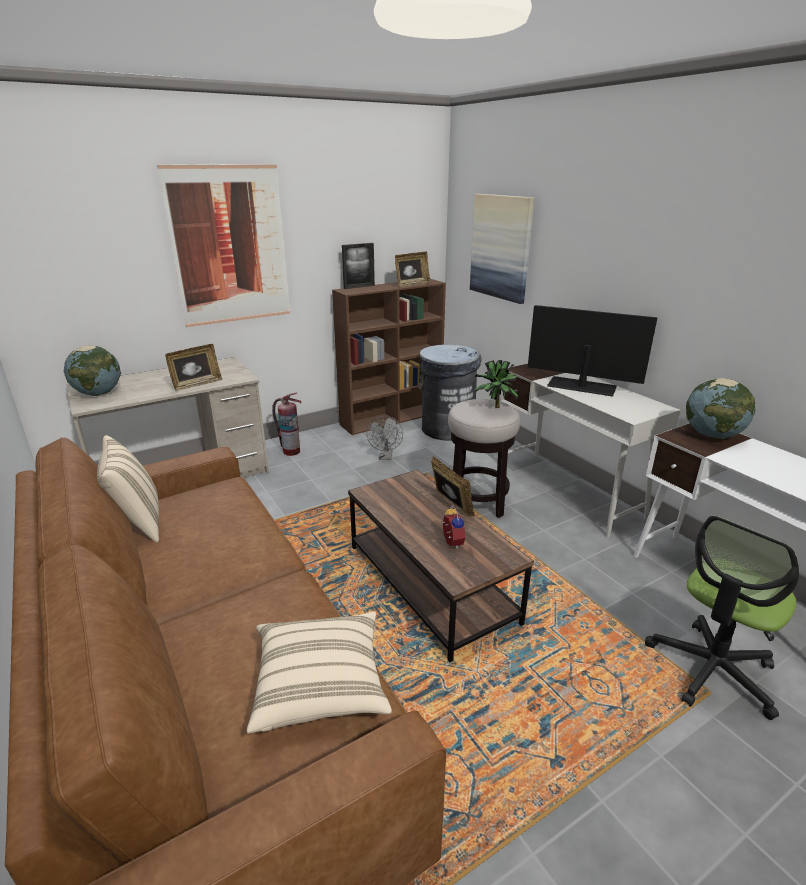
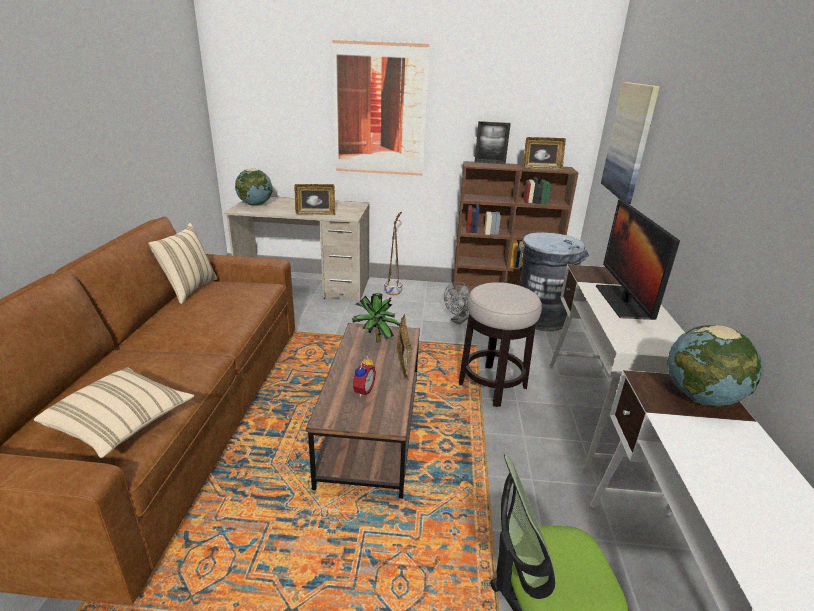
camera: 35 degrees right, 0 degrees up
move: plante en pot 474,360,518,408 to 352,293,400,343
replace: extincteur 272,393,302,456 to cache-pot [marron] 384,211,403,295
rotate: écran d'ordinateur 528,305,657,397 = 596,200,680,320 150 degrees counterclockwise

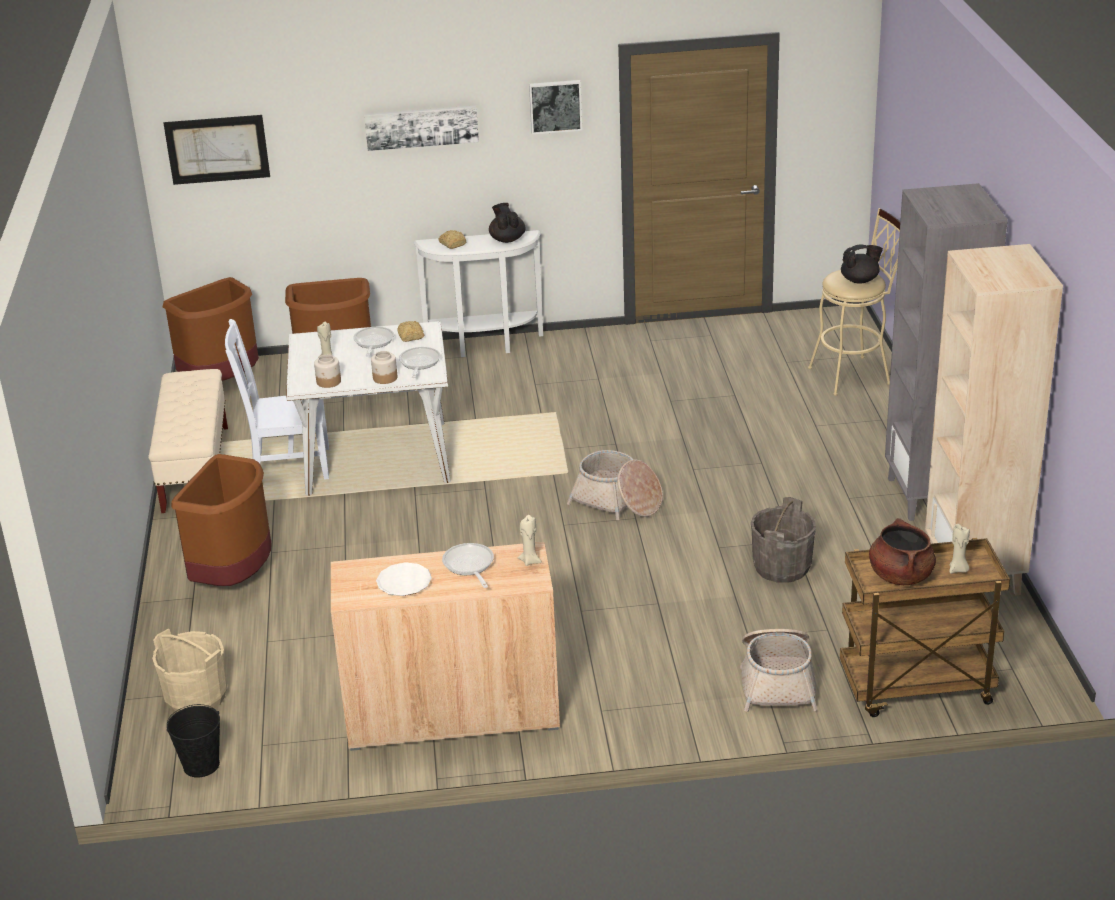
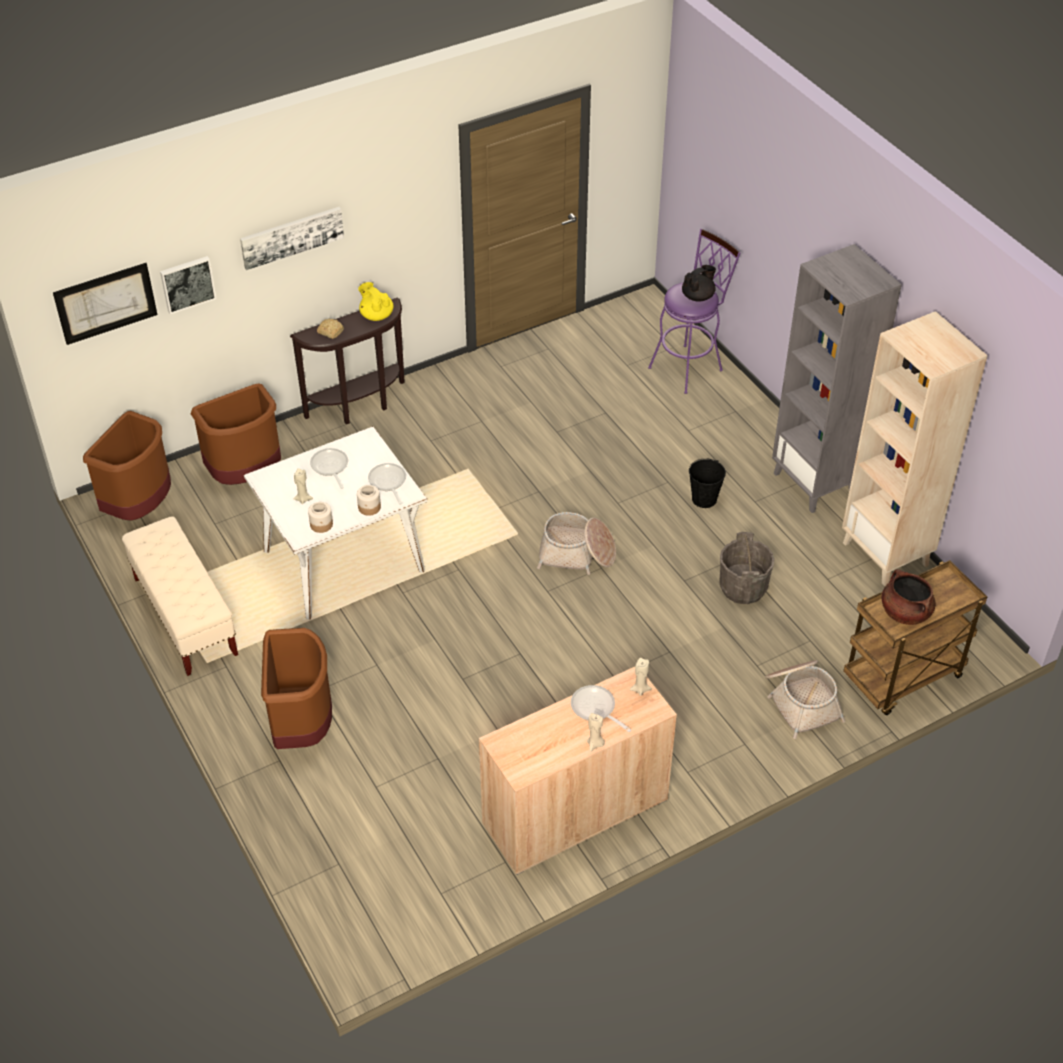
camera: 25 degrees left, 15 degrees up
delete: chaise [blanc] 225,319,329,480; pain 398,321,424,342; assiette [blanc] 376,562,432,596; seau [beige] 152,629,227,713
move: tableau 529,80,582,134 to 160,256,217,314; bougie [beige] 949,524,970,574 to 587,713,605,752; seau [noir] 167,704,220,778 to 689,458,726,508
recolor: théière [noir] 489,203,526,243 to théière [jaune] 358,282,394,321; tabouret [beige] 808,208,900,396 to tabouret [violet] 648,229,741,394; table console [blanc] 413,230,543,357 to table console [marron] 290,298,405,424

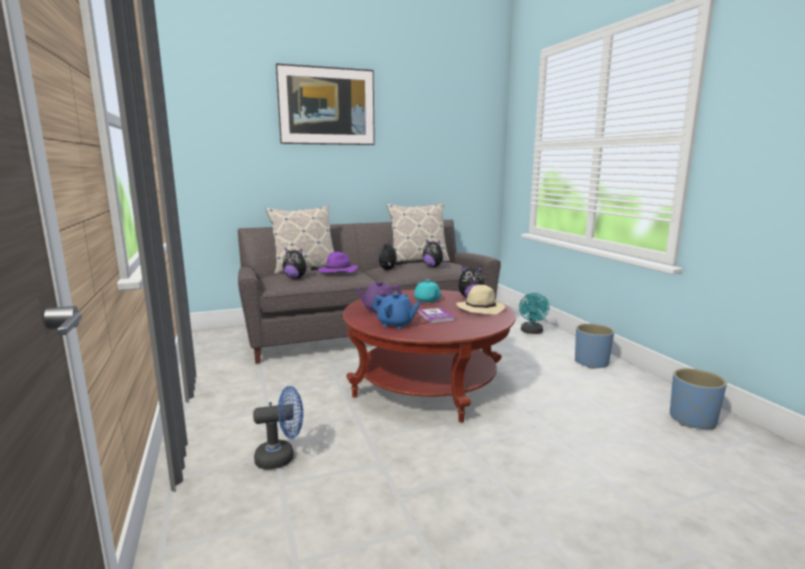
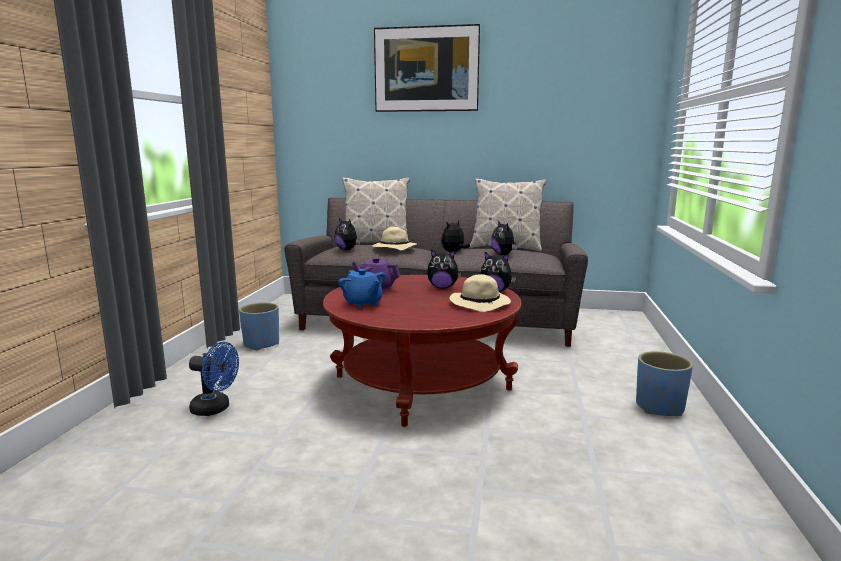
camera: 30 degrees right, 0 degrees up
delete: ventilateur [turquoise] 519,293,549,334; livre 419,308,455,323
move: cache-pot [bleu] 670,368,727,429 to 239,302,279,351
replace: théière [turquoise] 414,279,441,302 to peluche 427,249,461,288
recolor: chapeau [violet] 318,252,358,273 to chapeau [beige] 373,227,416,250

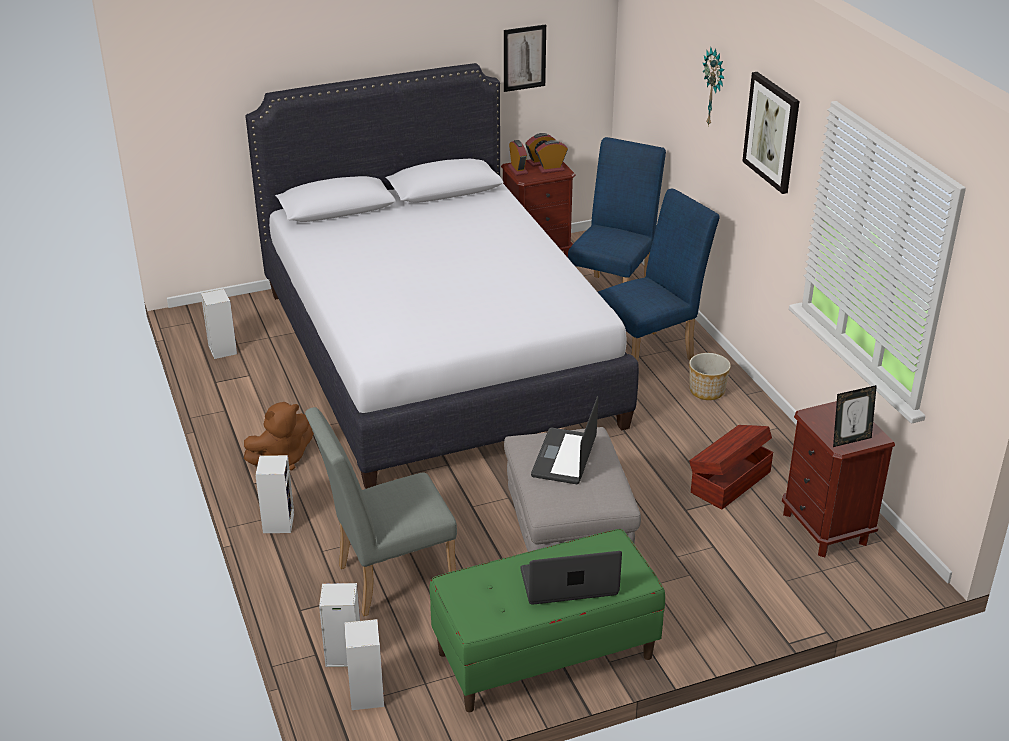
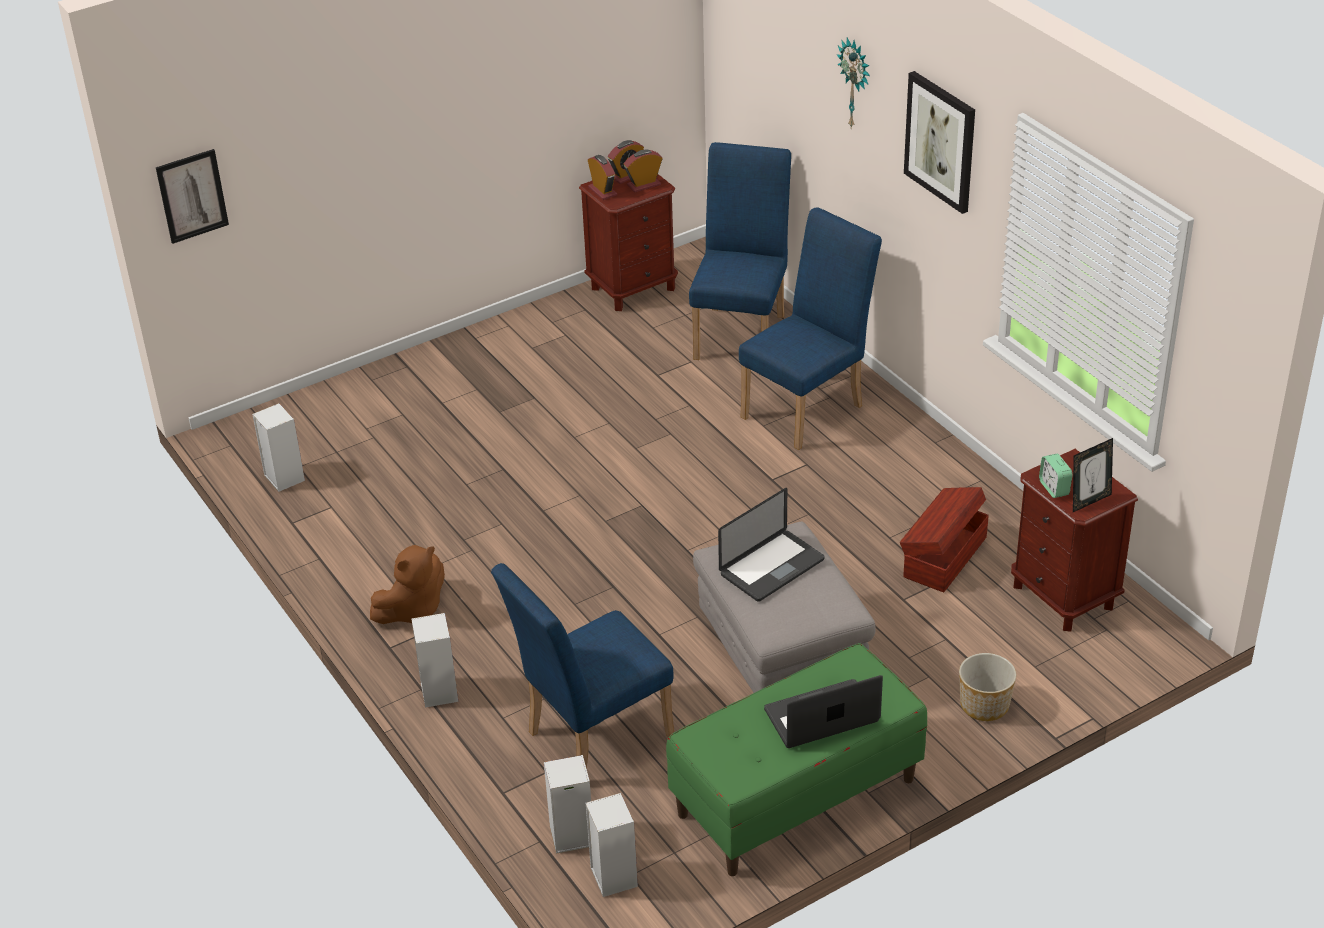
camera: 10 degrees left, 5 degrees up
delete: lit [blanc] 245,63,639,489
insert: réveil 1039,454,1073,498
move: tableau 504,24,546,92 to 156,149,229,244; cache-pot 689,353,731,400 to 959,653,1016,721
recolor: chaise [gris] 305,407,457,616 to chaise [bleu] 491,563,674,768
rotate: ordinateur portable 531,396,598,484 = 718,488,825,602 135 degrees counterclockwise

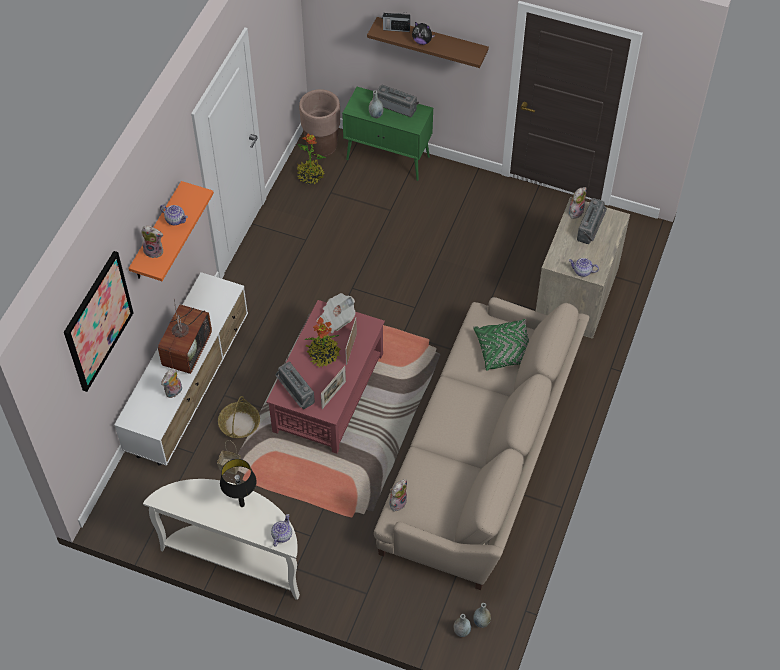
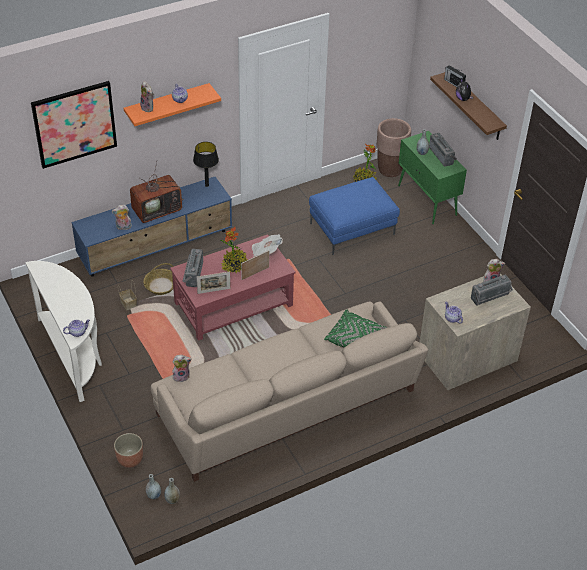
camera: 40 degrees right, 10 degrees down
insert: pouf [bleu] 309,177,400,255; cache-pot 114,433,143,468
move: lampe de table [noir] 220,459,257,507 to 193,142,219,187
recolor: meuble télé [blanc] 114,272,248,466 to meuble télé [bleu] 71,177,232,277

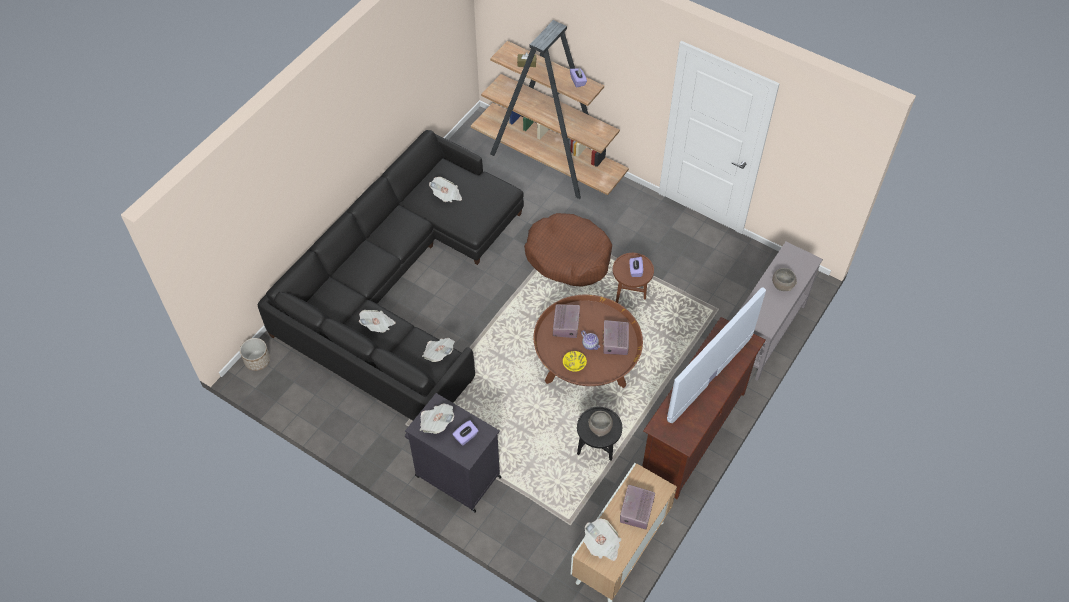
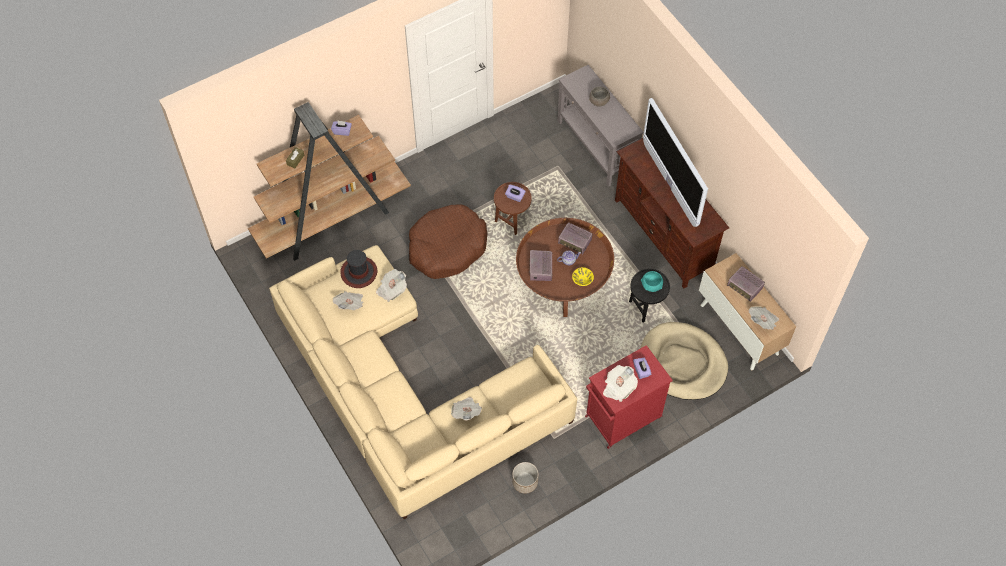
camera: 65 degrees left, 5 degrees up
insert: chapeau 340,250,377,288; panier pour chien [beige] 640,322,728,400
move: cache-pot 240,338,270,371 to 512,462,539,494; journal 422,338,455,362 to 376,269,407,302
recolor: canapé [noir] 257,130,524,420 to canapé [beige] 269,245,577,519; meuble de rangement [noir] 405,393,502,513 to meuble de rangement [rouge] 585,345,673,449; bol [gris] 588,411,613,437 to bol [turquoise] 641,271,663,292
rotate: radio 553,304,580,338 = 529,250,553,281 120 degrees counterclockwise

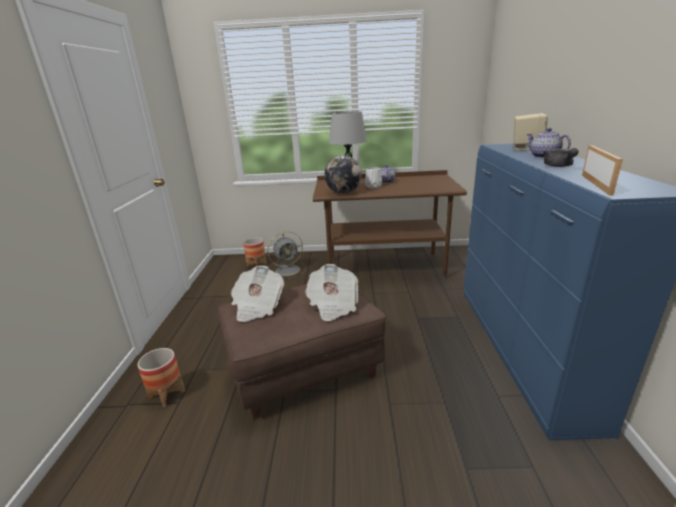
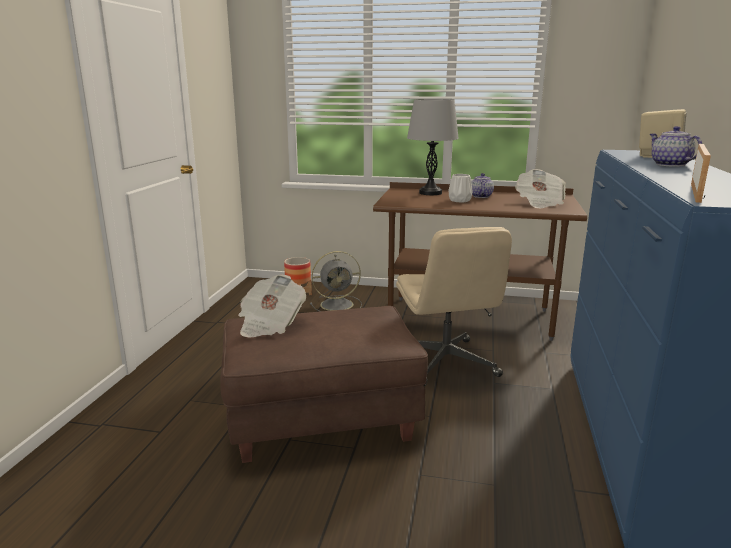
camera: 10 degrees right, 5 degrees down
delete: théière [gris] 543,148,579,167; globe 324,155,362,193; cache-pot 138,348,185,408
insert: chaise de bureau [beige] 396,227,512,386
move: journal 305,264,358,321 to 515,169,566,208

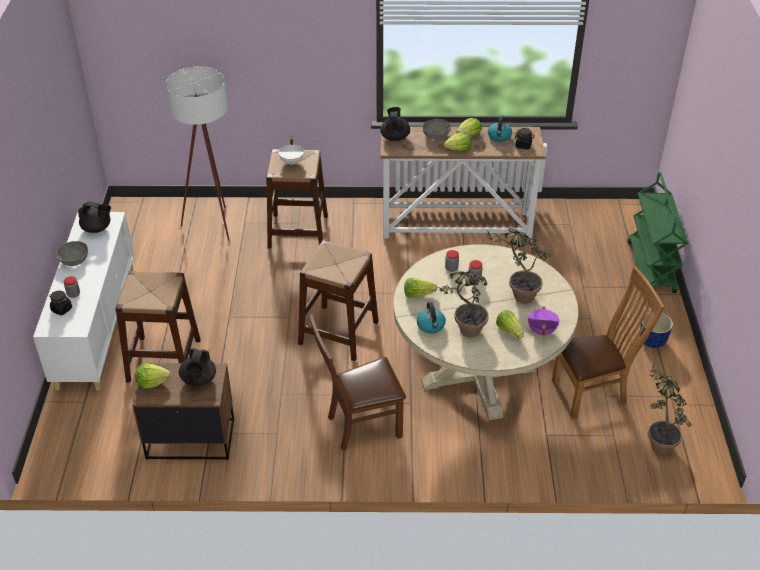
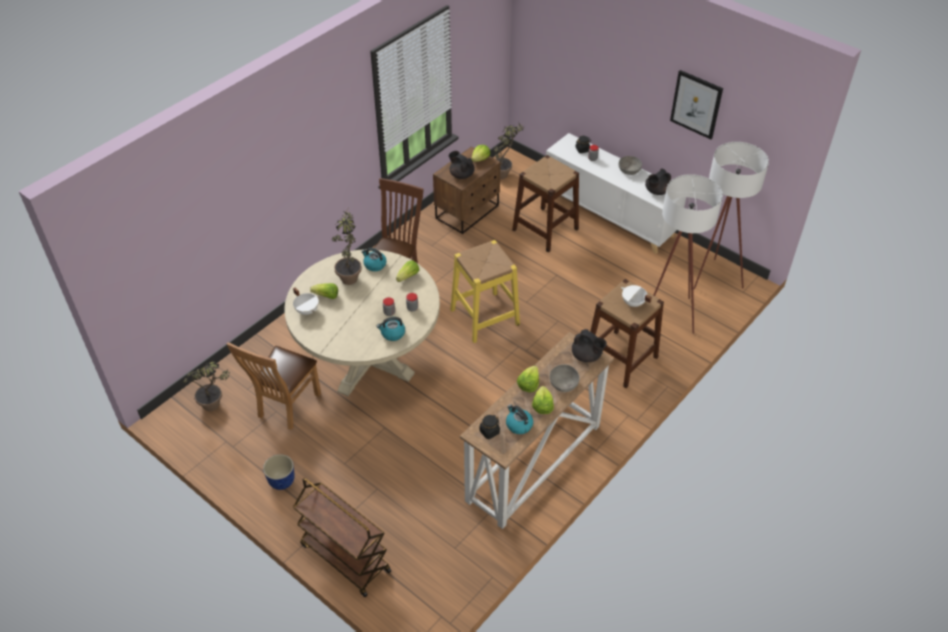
camera: 130 degrees right, 5 degrees up
insert: tableau 670,70,723,139; lampadaire [blanc] 694,142,769,290; bouilloire 377,317,405,341
move: plante en pot 486,228,551,304 to 493,122,525,179
recolor: chariot [vert] 627,172,688,293 to chariot [marron] 293,478,391,597; tabouret [marron] 298,240,379,361 to tabouret [jaune] 450,240,520,343; marmite [violet] 528,306,560,336 to marmite [blanc] 293,288,319,315

